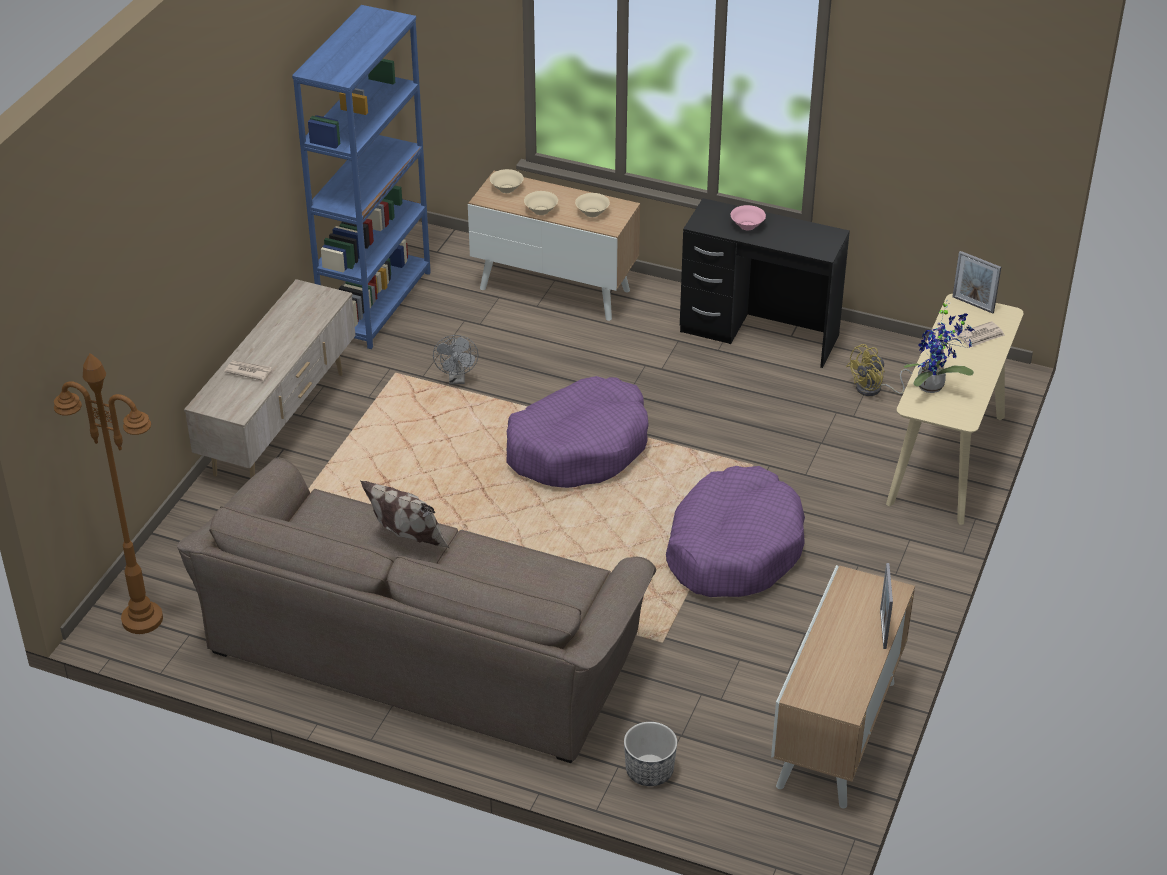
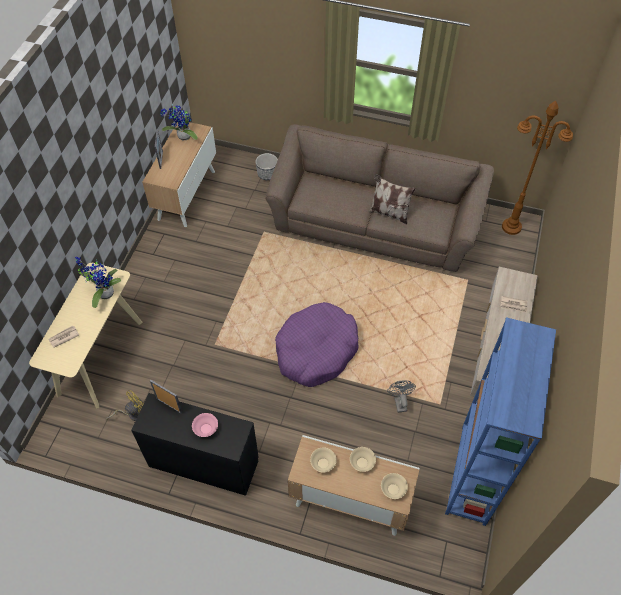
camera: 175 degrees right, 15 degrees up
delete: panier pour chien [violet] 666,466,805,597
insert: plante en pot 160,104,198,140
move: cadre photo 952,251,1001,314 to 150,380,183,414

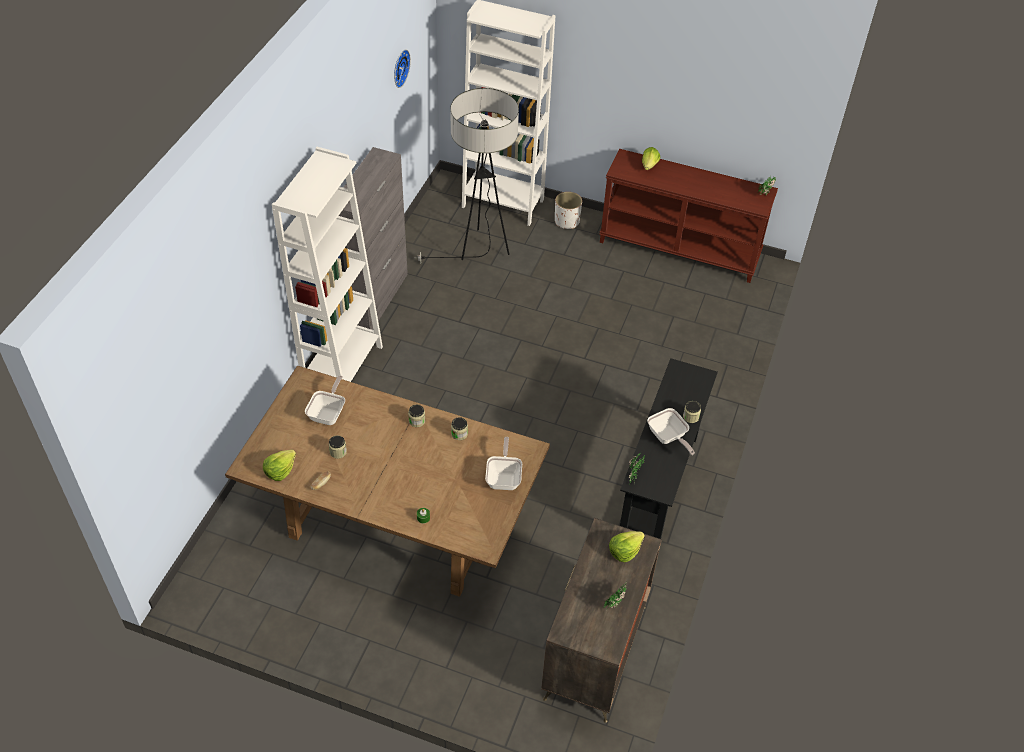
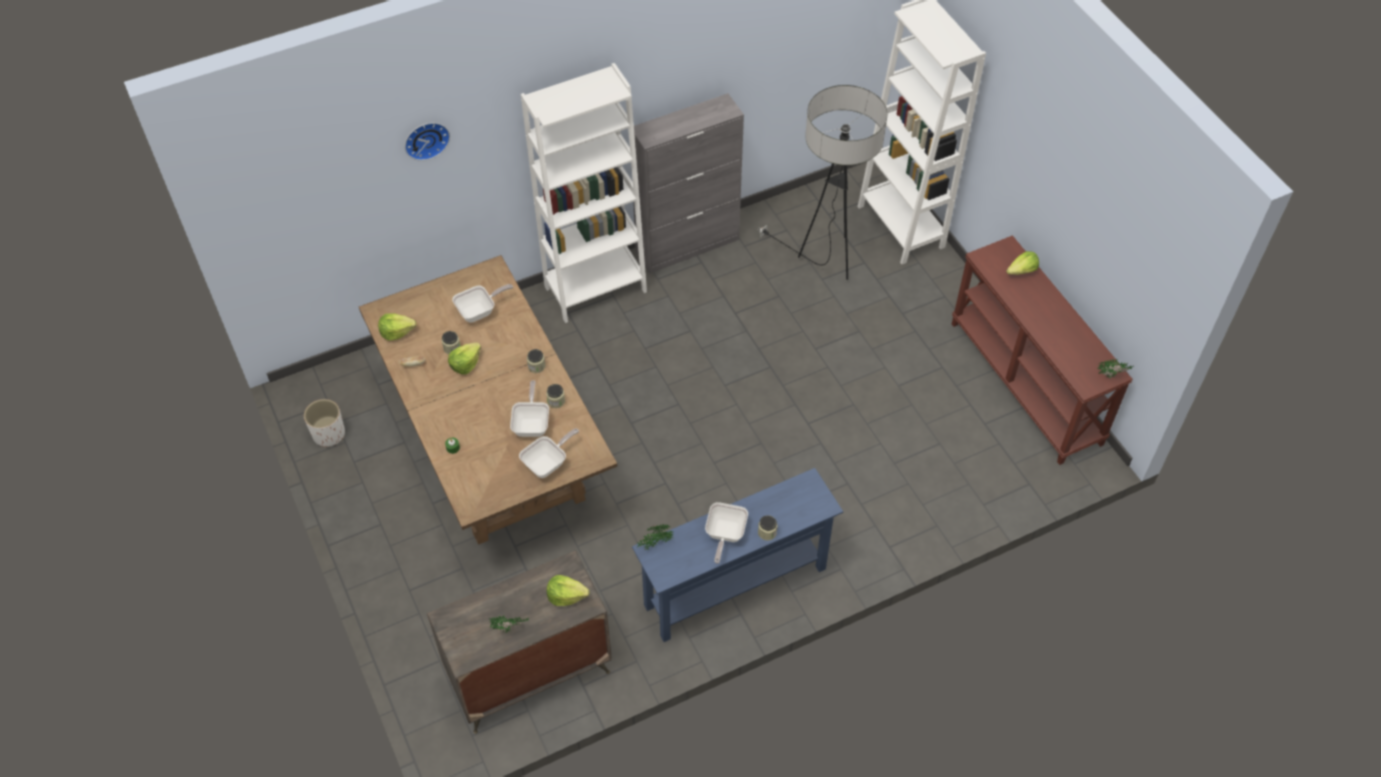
camera: 45 degrees right, 5 degrees up
insert: laitue 448,343,481,374; poêle 510,381,549,437
move: horloge murale 394,50,411,88 to 405,123,450,161; cache-pot [blanc] 555,192,582,229 to 304,399,345,447
recolor: table console [noir] 620,358,718,539 to table console [bleu] 632,468,843,642

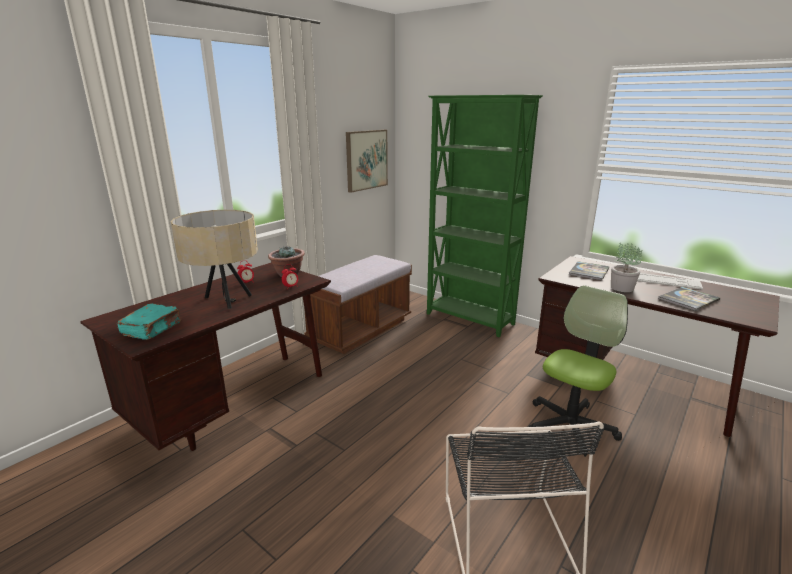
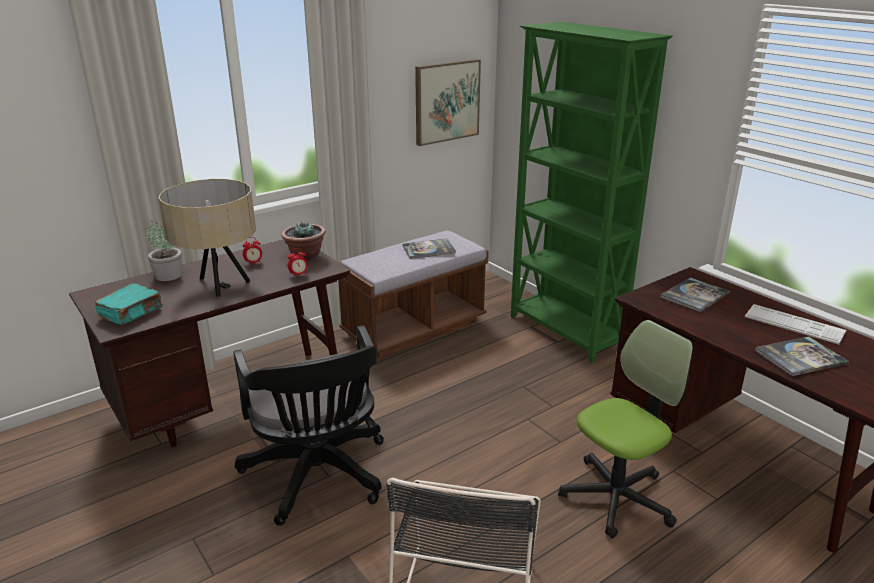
camera: 15 degrees right, 5 degrees up
insert: livre 402,238,456,259; chaise de bureau [noir] 233,325,384,526
move: plante en pot 611,243,642,292 to 145,221,182,281

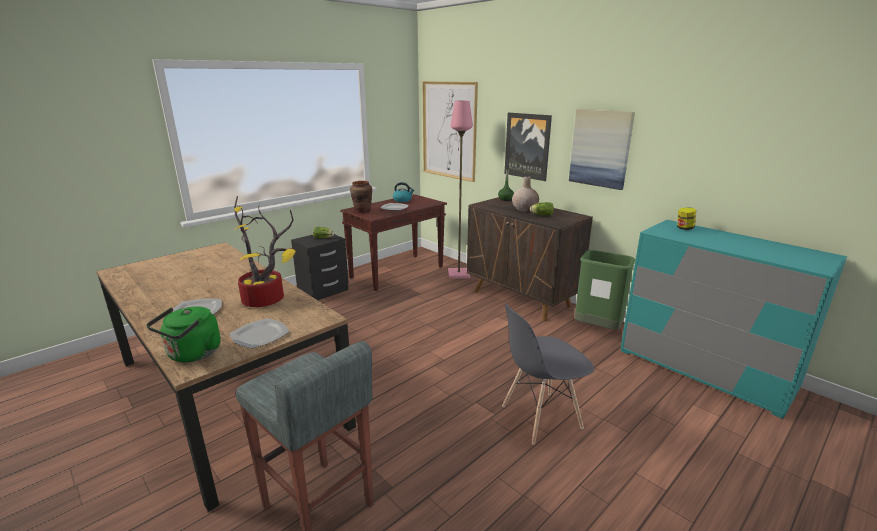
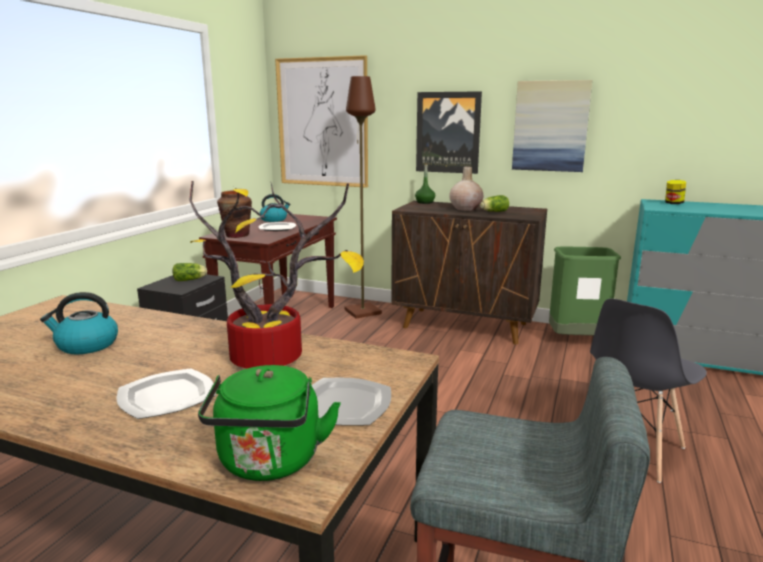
camera: 25 degrees left, 5 degrees down
insert: bouilloire 40,292,118,354
recolor: lampadaire [rose] 448,101,473,279 to lampadaire [marron] 344,76,382,318

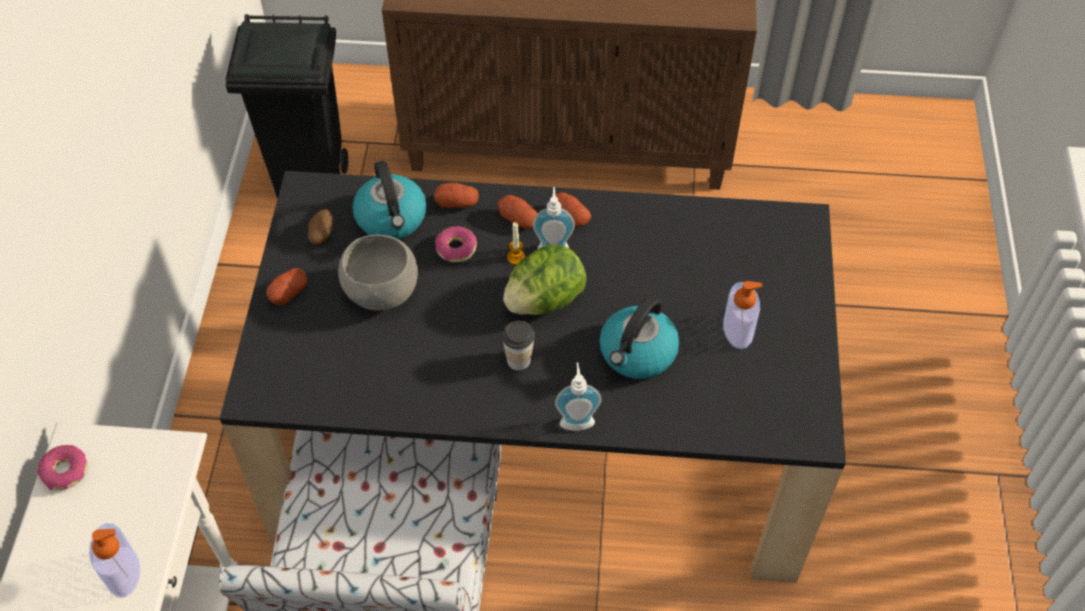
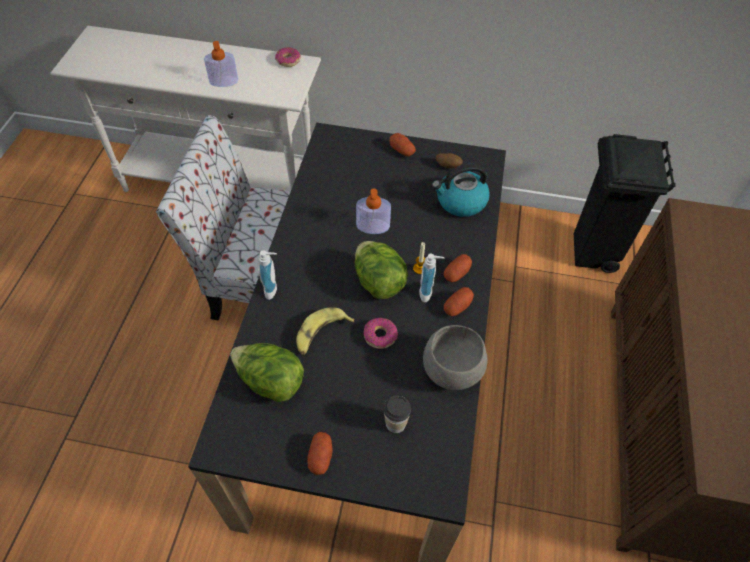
camera: 95 degrees right, 0 degrees up
insert: laitue 230,343,304,402
move: pomme de terre 434,183,479,208 to 307,432,333,475; beignet 435,226,477,262 to 364,318,398,349; bol [gris] 338,234,418,311 to 423,325,487,390; distributeur de savon 723,281,762,349 to 356,189,391,234; tasse 502,321,535,370 to 383,396,411,433
replace: bouilloire 599,296,679,379 to banane 296,307,354,355

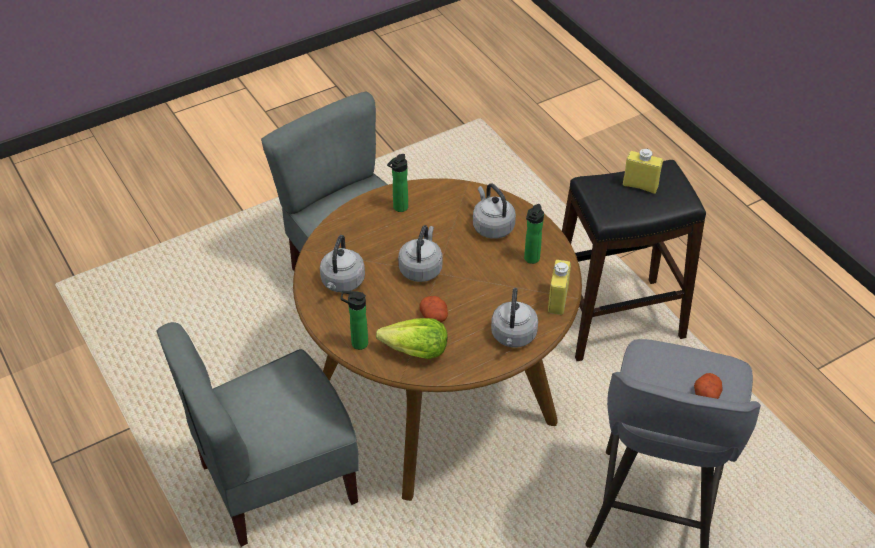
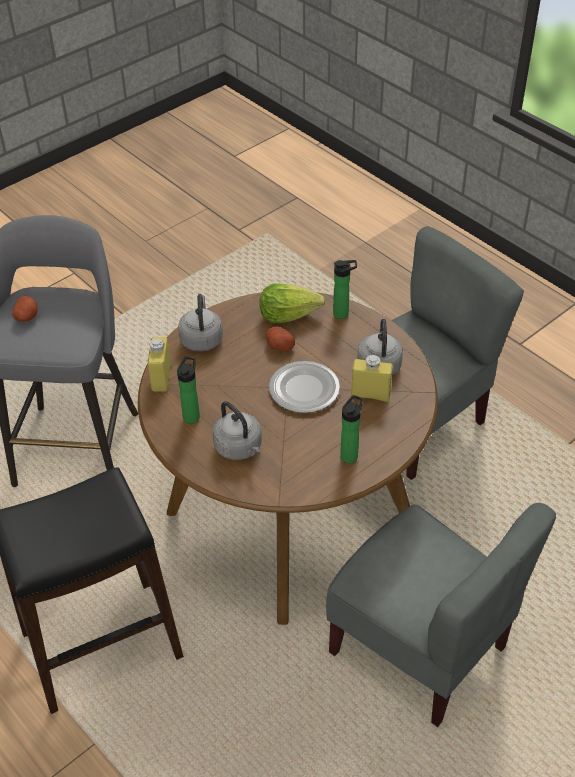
camera: 170 degrees right, 0 degrees up
move: bouteille [jaune] 623,148,663,194 to 351,355,393,402
replace: bouilloire [gris] 398,225,443,282 to assiette 269,361,340,413

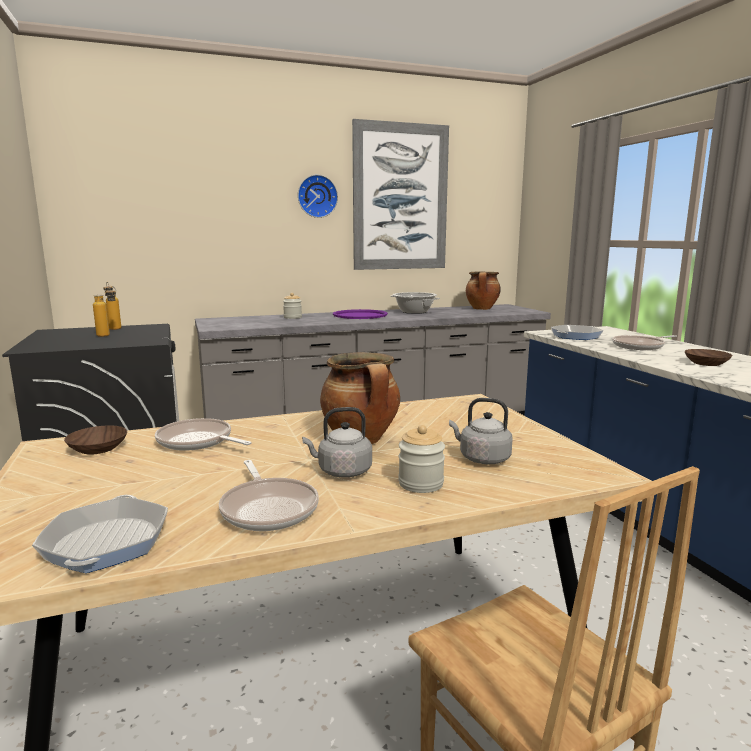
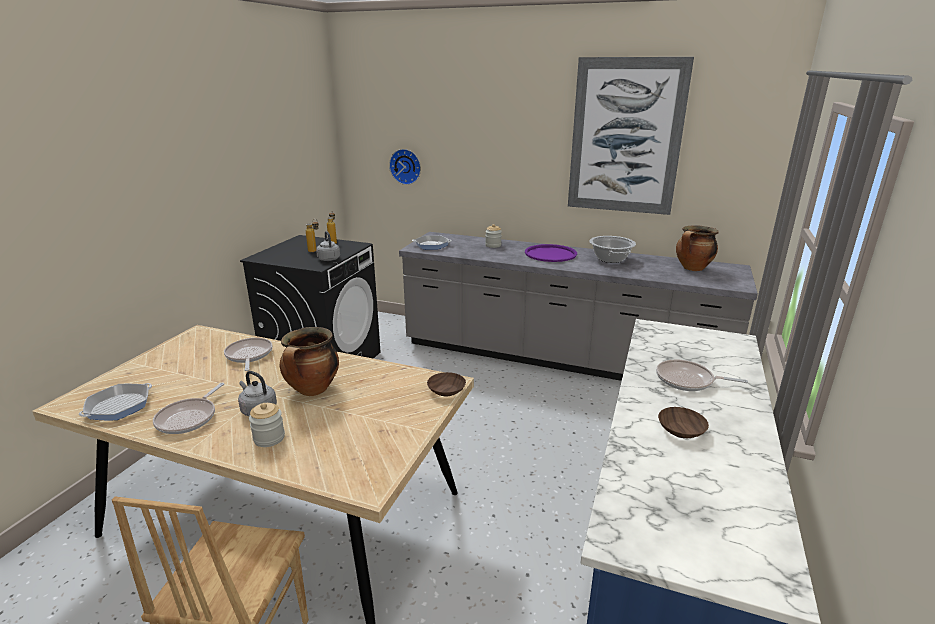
camera: 40 degrees right, 10 degrees up
move: horloge murale 298,175,338,218 to 389,149,421,185; poêle 551,325,603,340 to 412,235,452,250; bouilloire [gris] 449,398,513,464 to 316,231,340,261; bol [marron] 64,426,127,455 to 427,372,466,396

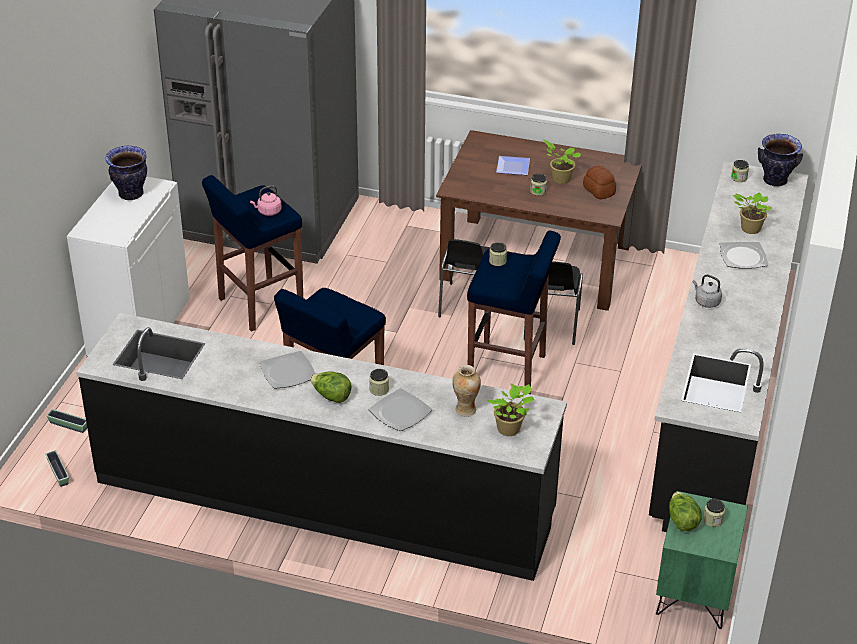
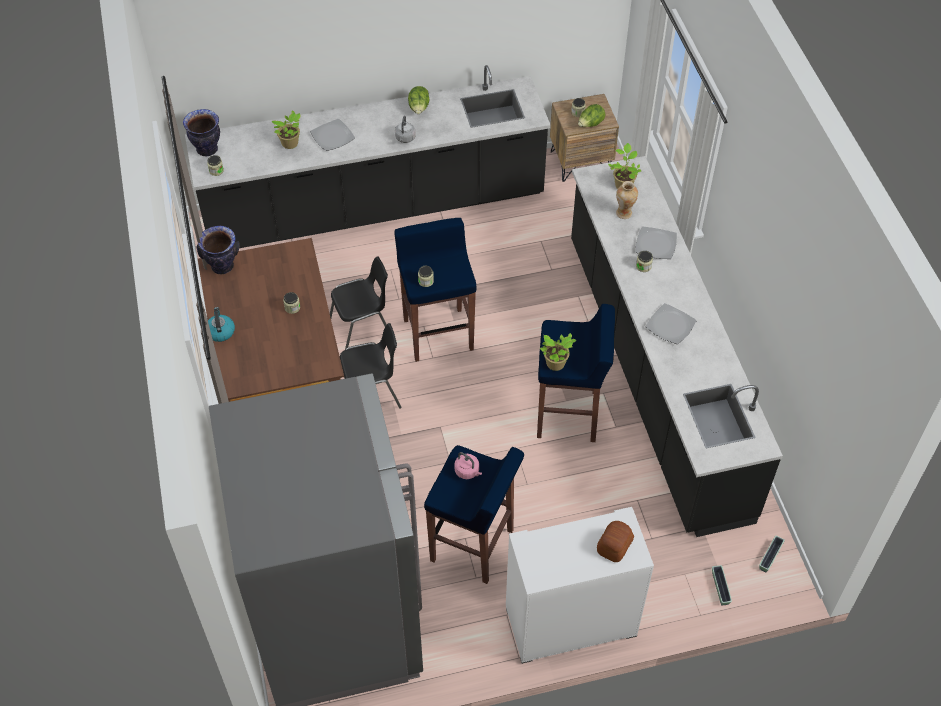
camera: 120 degrees left, 15 degrees up
delete: assiette 496,156,530,175
insert: bouilloire 208,307,235,342
move: plante en pot 543,139,581,184 to 540,333,576,371; vase 105,146,147,200 to 197,226,240,274; pain 583,166,616,199 to 597,521,634,562; laitue 310,371,352,403 to 408,86,429,114
recolor: table de chevet [vert] 656,491,748,629 to table de chevet [marron] 550,94,619,182

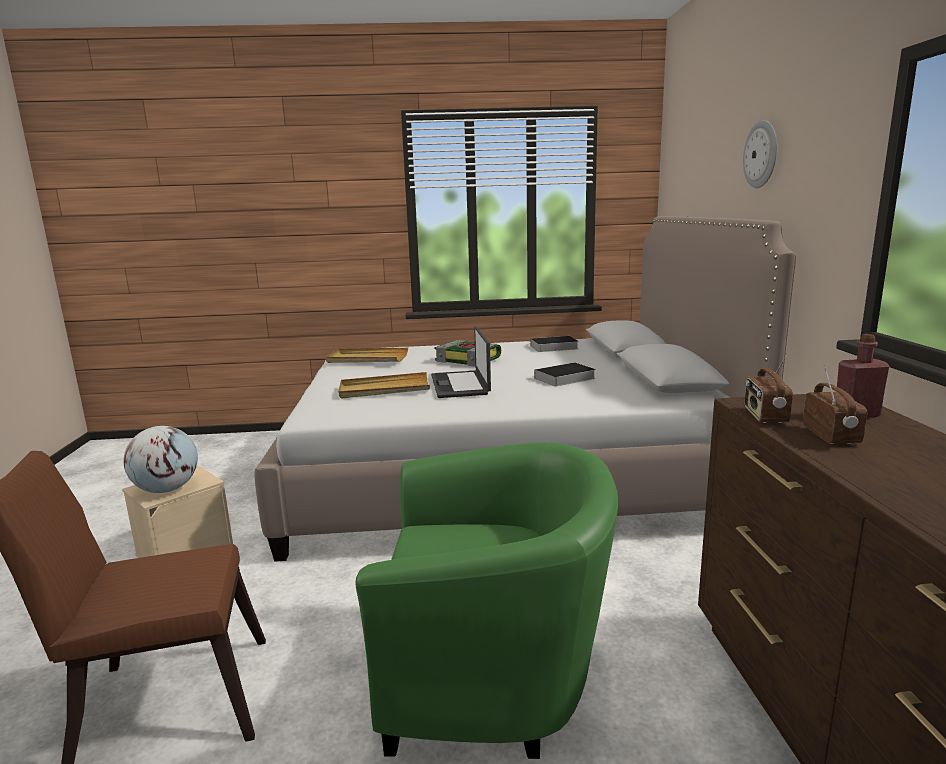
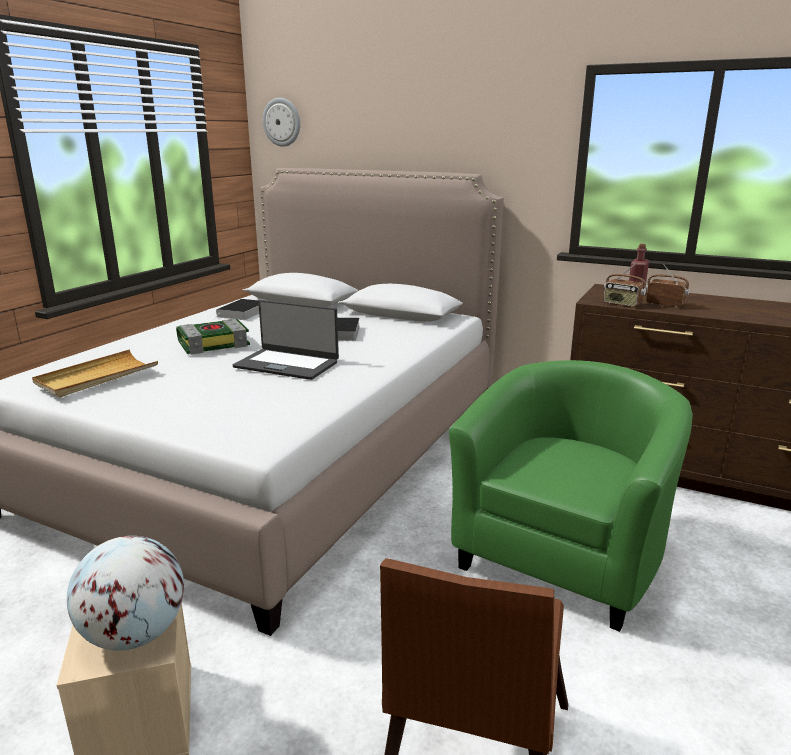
camera: 60 degrees left, 5 degrees up
delete: plateau [beige] 338,372,430,399
move: horloge murale 743,120,777,188 to 263,98,300,147

